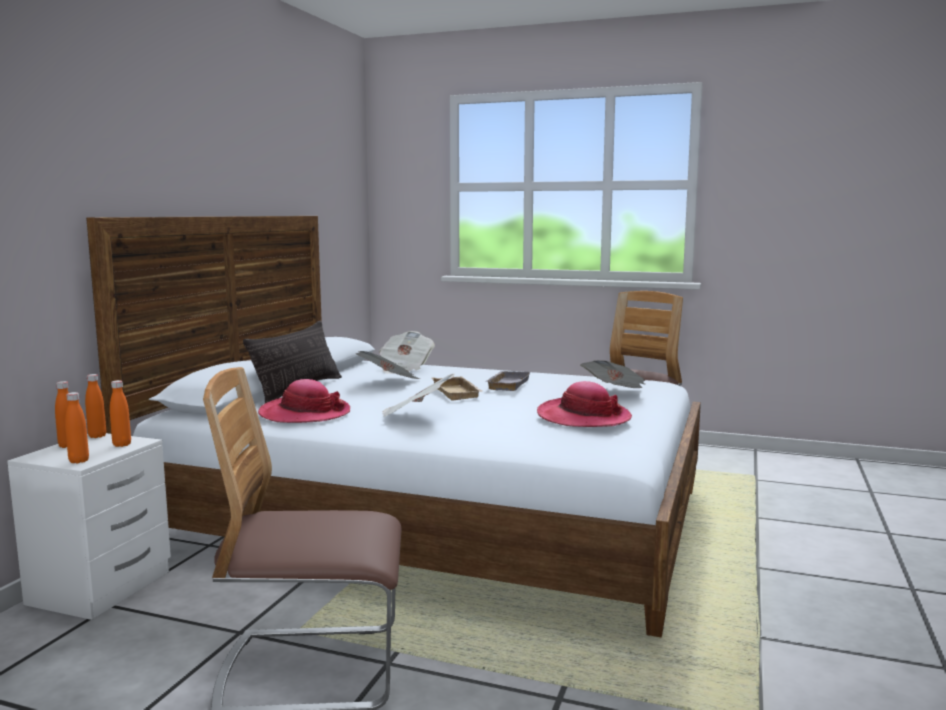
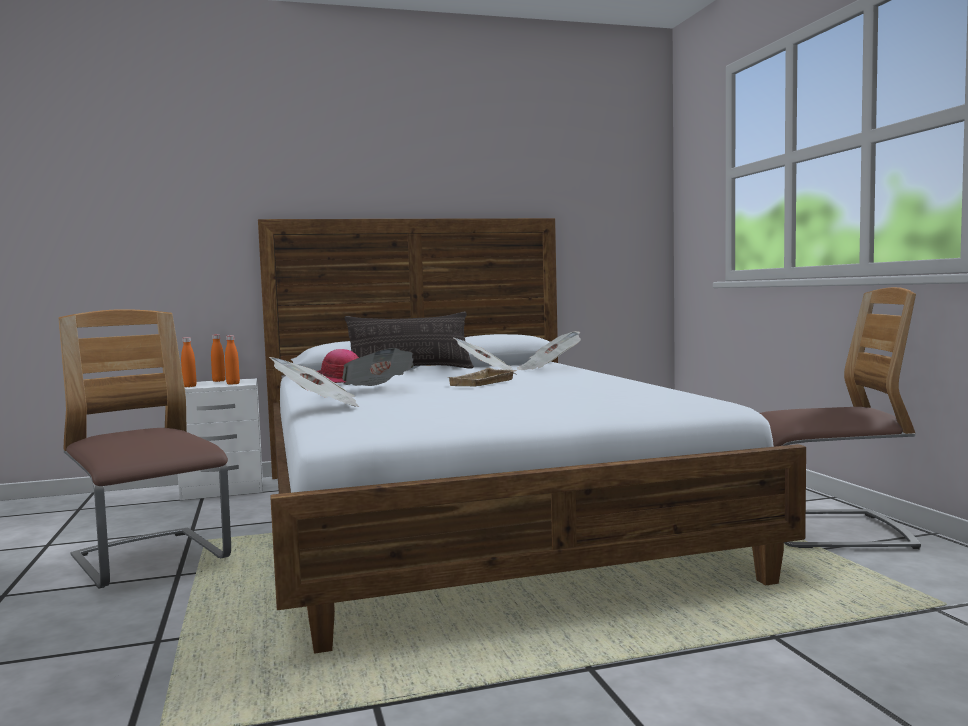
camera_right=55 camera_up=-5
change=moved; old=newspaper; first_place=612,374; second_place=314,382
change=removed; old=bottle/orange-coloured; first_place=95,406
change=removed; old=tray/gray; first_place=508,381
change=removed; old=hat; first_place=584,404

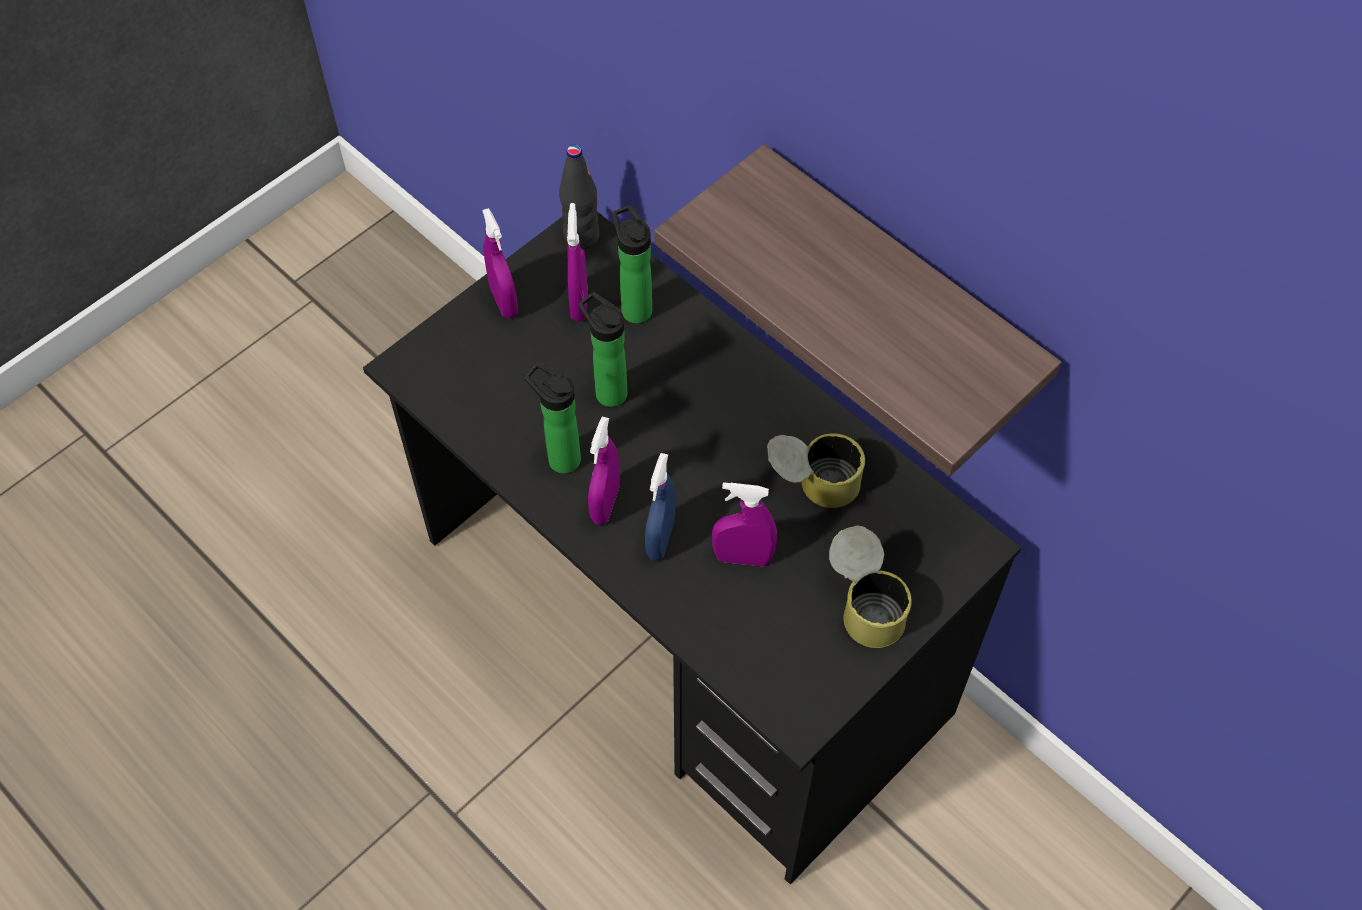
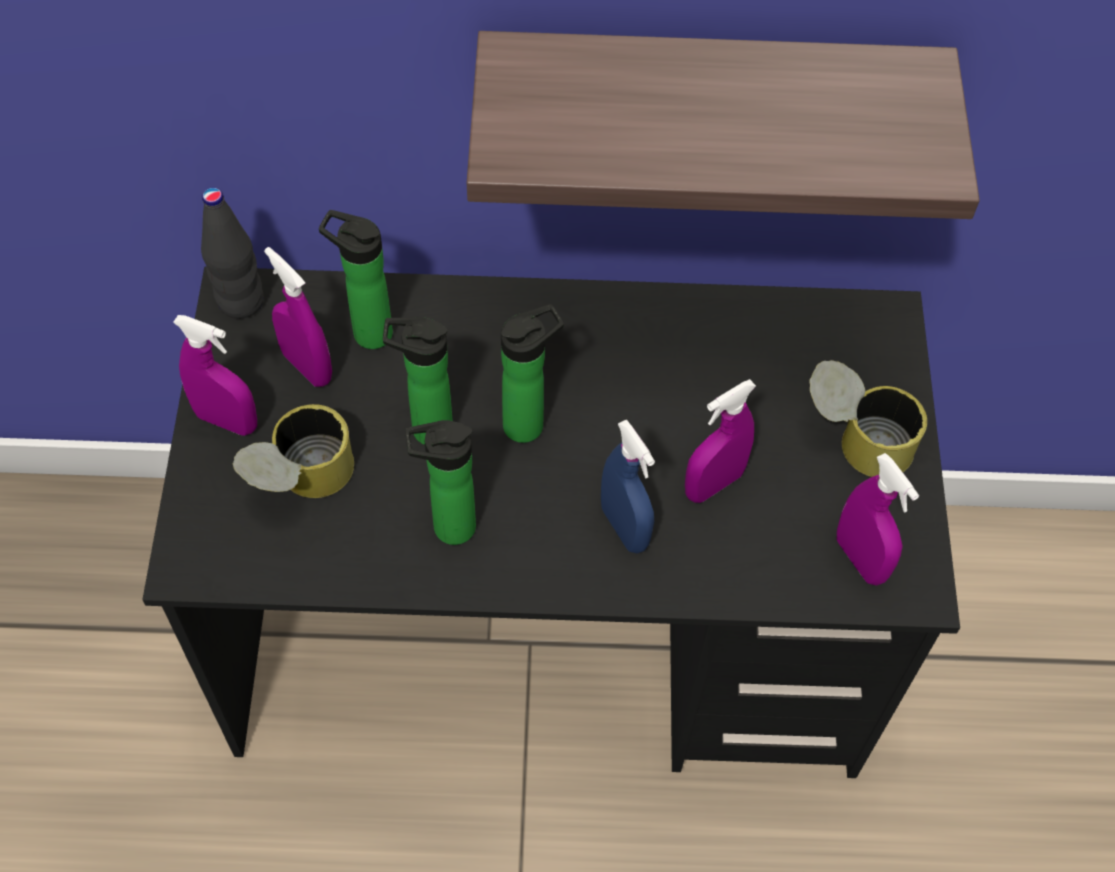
camera_right=-45 camera_up=0
change=moved; old=metal can; first_place=816,471; second_place=293,451
change=added; new=bottle; second_place=532,373
change=moved; old=sprayer/purple; first_place=604,471; second_place=878,519

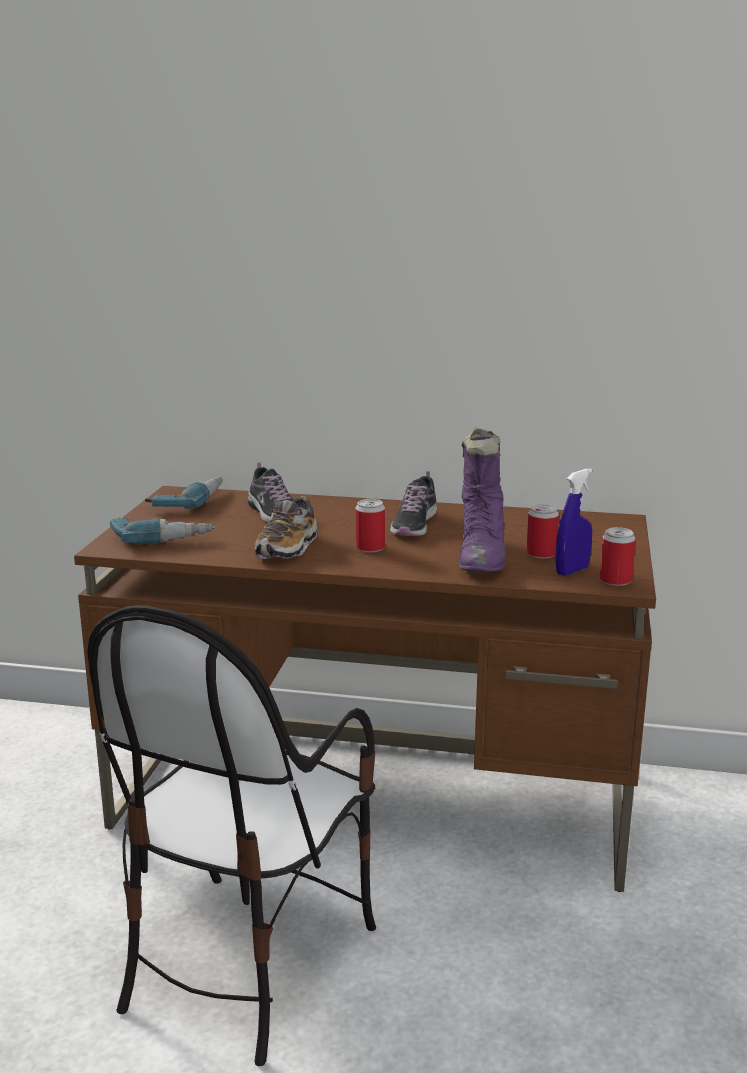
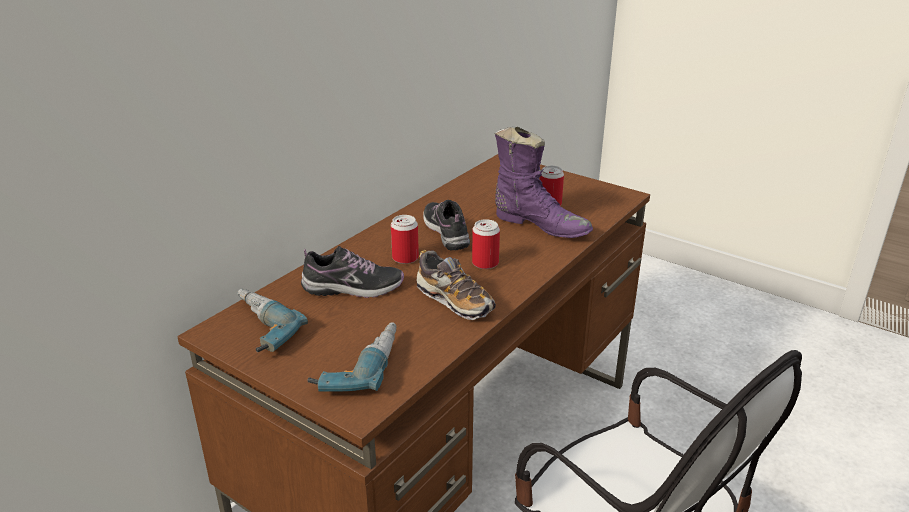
camera_right=-65 camera_up=10
change=moved; old=metal can; first_place=618,556; second_place=405,239
change=turned; old=item of footwear; first_place=413,503; second_place=446,225; degrees=-150
change=removed; old=sprayer/blue-coloured; first_place=574,522

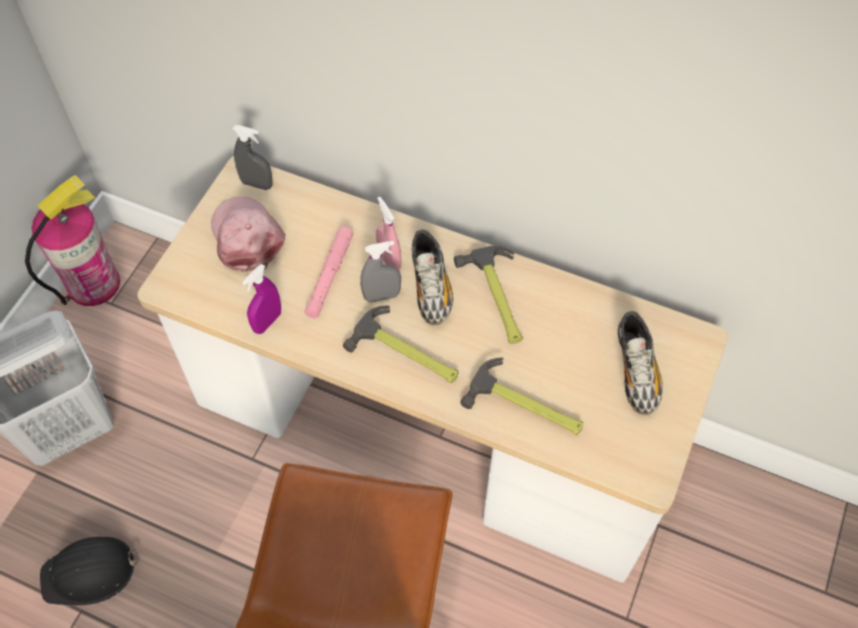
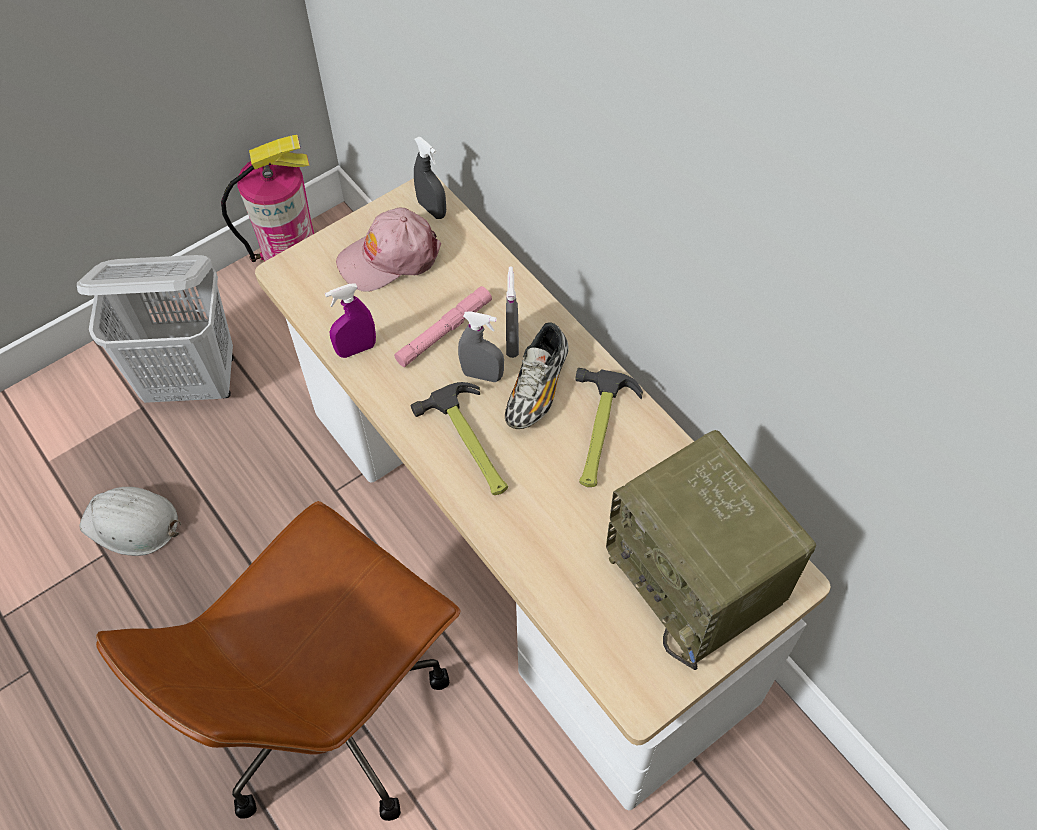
camera_right=30 camera_up=0
change=recoloured; old=safety helmet/black-coloured; new=safety helmet/whitish; first_place=89,571; second_place=130,521
change=turned; old=cap/pinkish; first_place=248,234; second_place=388,250; degrees=-120
change=recoloured; old=sprayer/pinkish; new=sprayer/gray; first_place=388,234; second_place=512,312
change=replaced; old=item of footwear; new=radio set; first_place=640,363; second_place=711,550
change=removed; old=tool hammer; first_place=521,396

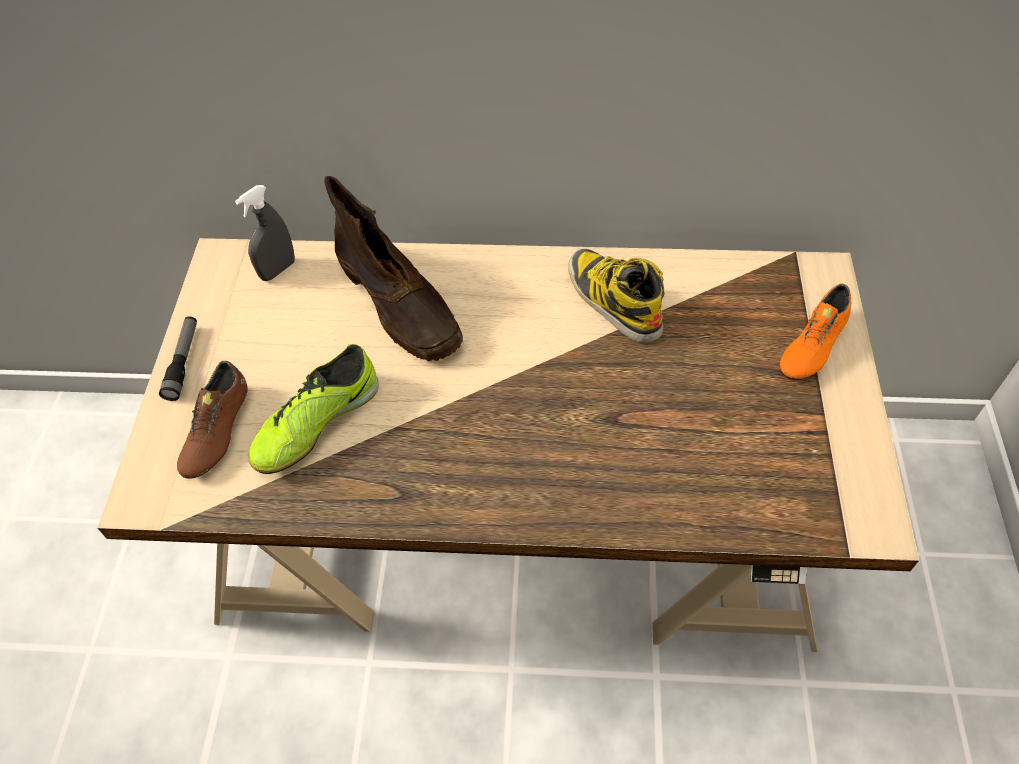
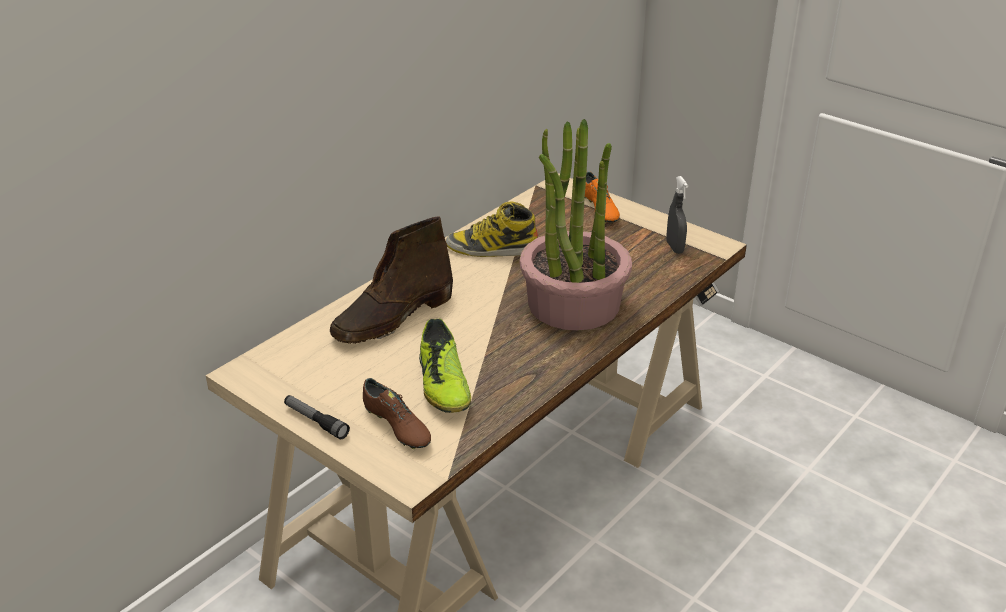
camera_right=-55 camera_up=-20
change=turned; old=high-top boot/brown-coloured; first_place=393,268; second_place=391,280; degrees=135
change=added; new=plant in a pot; second_place=576,225
change=moved; old=sprayer/gray; first_place=265,233; second_place=677,215

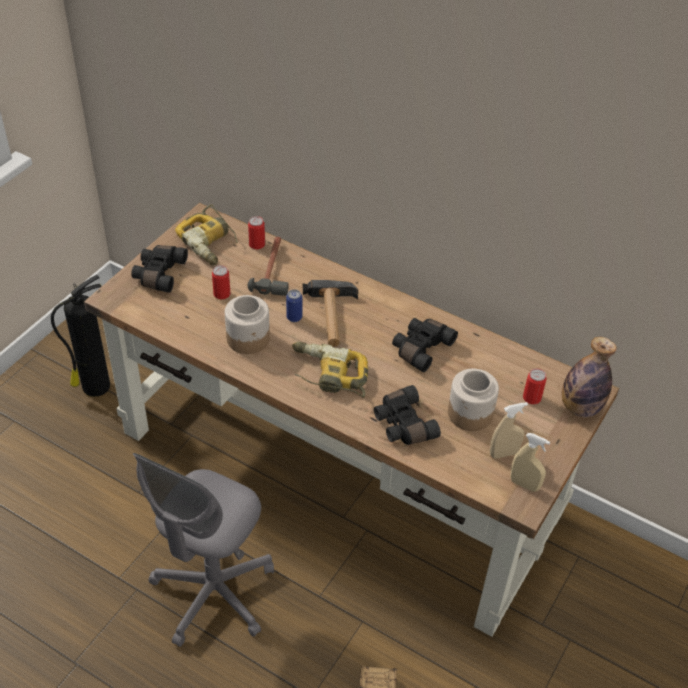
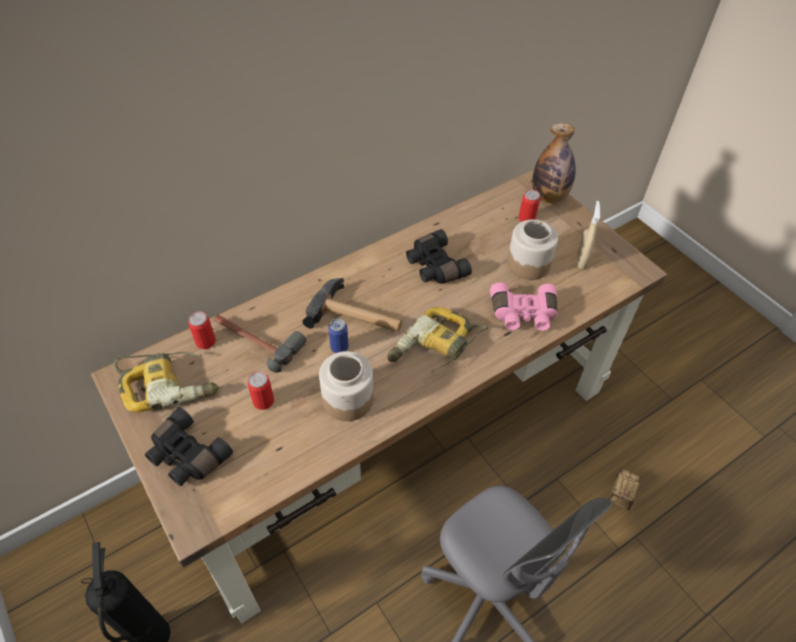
camera_right=-65 camera_up=5
change=recoloured; old=field glasses/black-coloured; new=field glasses/pinkish; first_place=407,415; second_place=523,307
change=removed; old=sprayer/sand-coloured; first_place=530,462

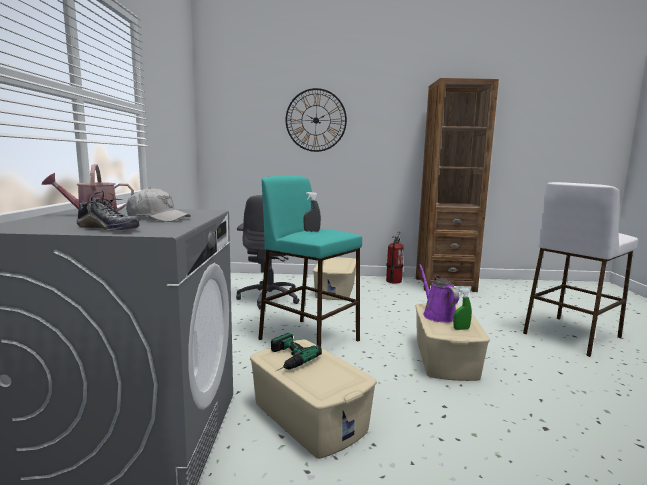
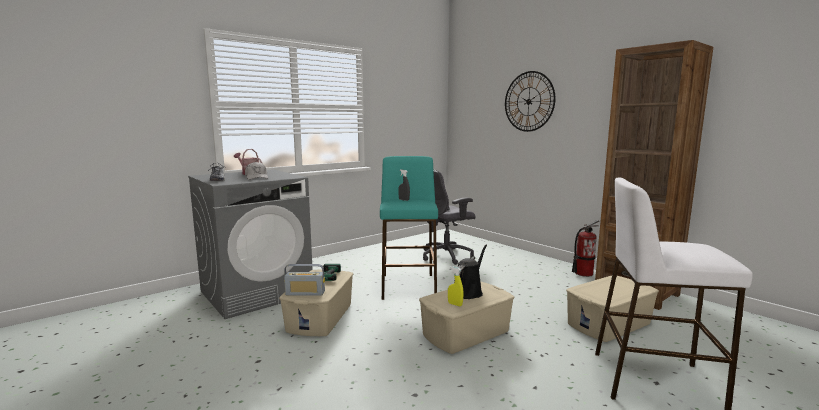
camera_right=50 camera_up=0
change=added; new=radio set; second_place=304,280
change=recoloured; old=sprayer/green-coloured; new=sprayer/yellow; first_place=463,309; second_place=455,286
change=recoloured; old=watering pot/purple; new=watering pot/black-coloured; first_place=439,293; second_place=470,271
change=moved; old=storage container/sand-coloured; first_place=334,278; second_place=612,309

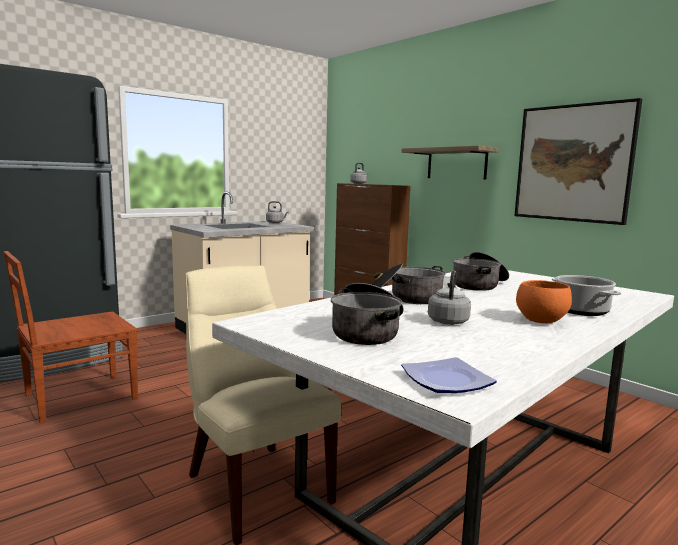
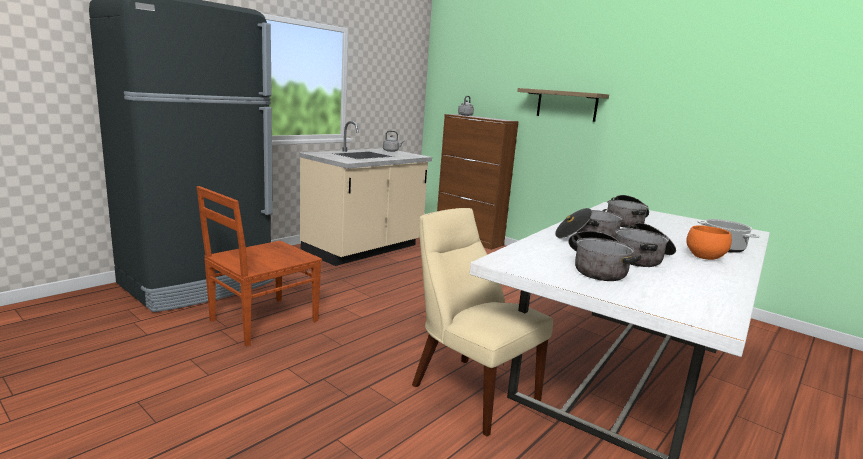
camera_right=-10 camera_up=5
change=replaced; old=water kettle/gray; new=stockpot; first_place=449,297; second_place=645,245
change=removed; old=dinner plate; first_place=449,375
change=removed; old=picture; first_place=578,161

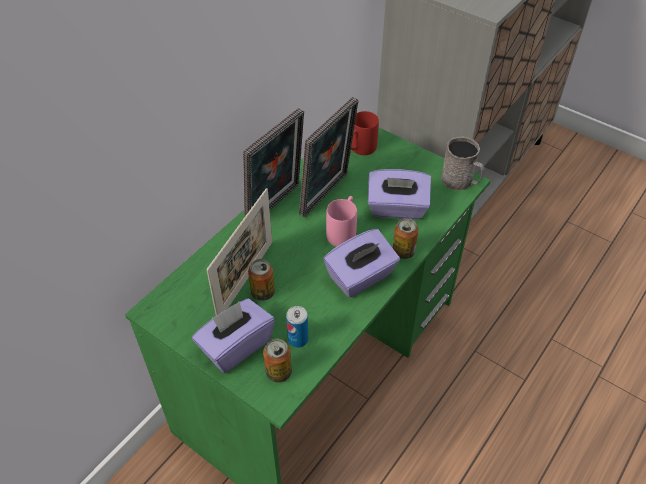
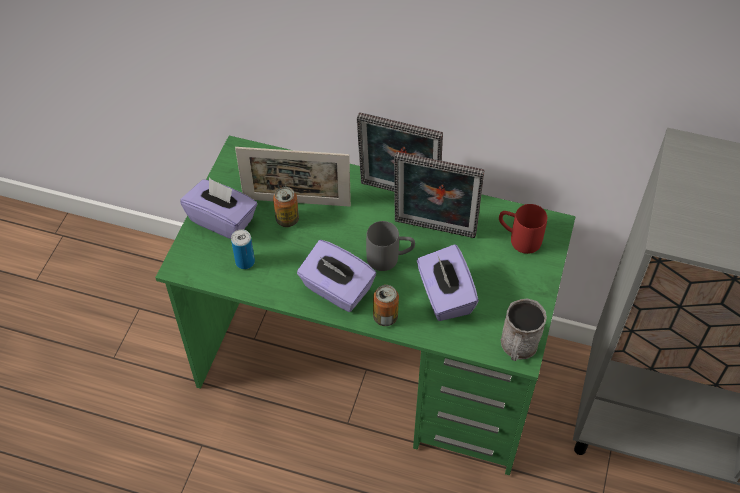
camera_right=70 camera_up=5
change=recoloured; old=coffee mug/pinkish; new=coffee mug/gray; first_place=341,221; second_place=390,246
change=removed; old=metal can; first_place=277,361

